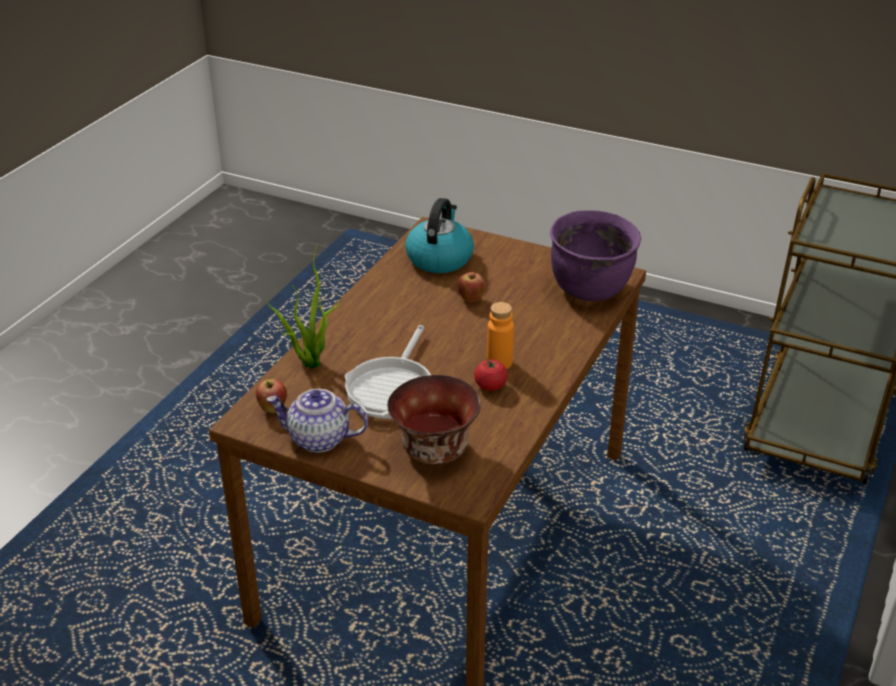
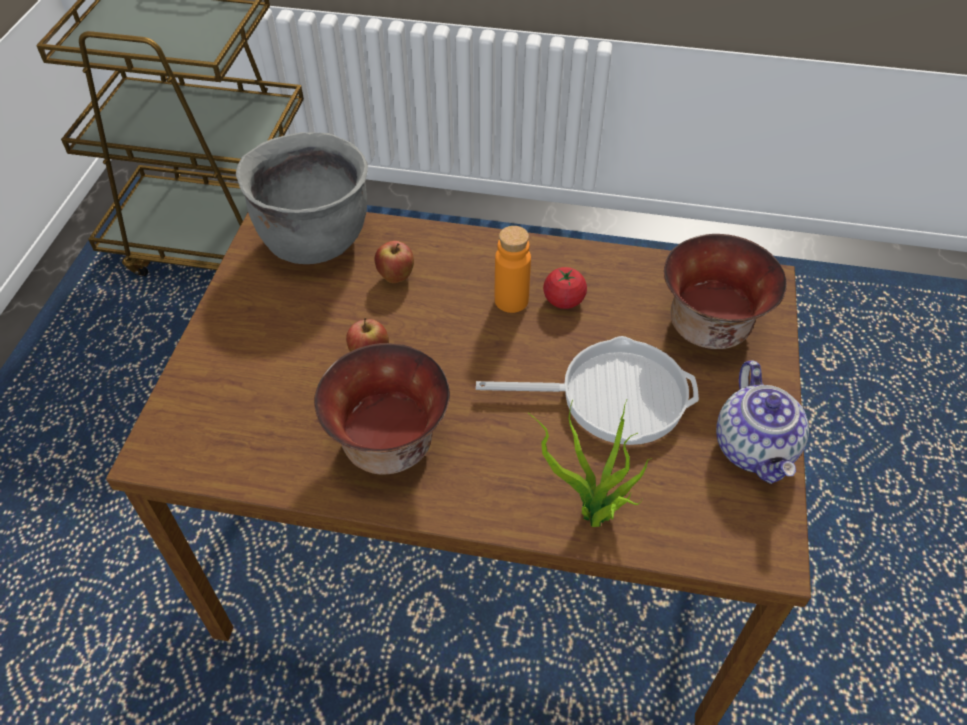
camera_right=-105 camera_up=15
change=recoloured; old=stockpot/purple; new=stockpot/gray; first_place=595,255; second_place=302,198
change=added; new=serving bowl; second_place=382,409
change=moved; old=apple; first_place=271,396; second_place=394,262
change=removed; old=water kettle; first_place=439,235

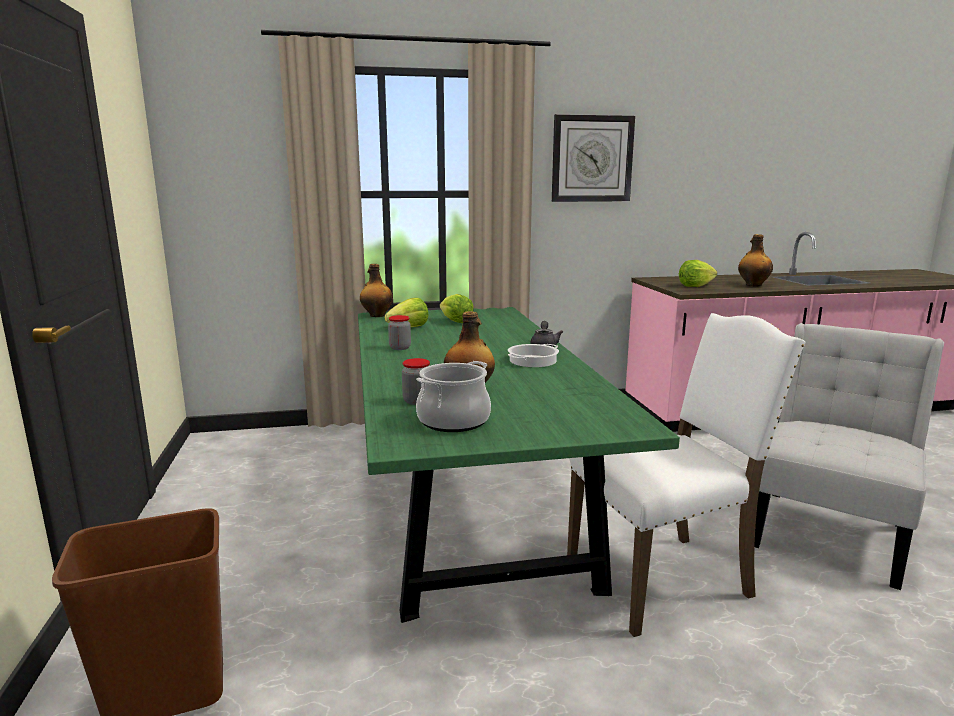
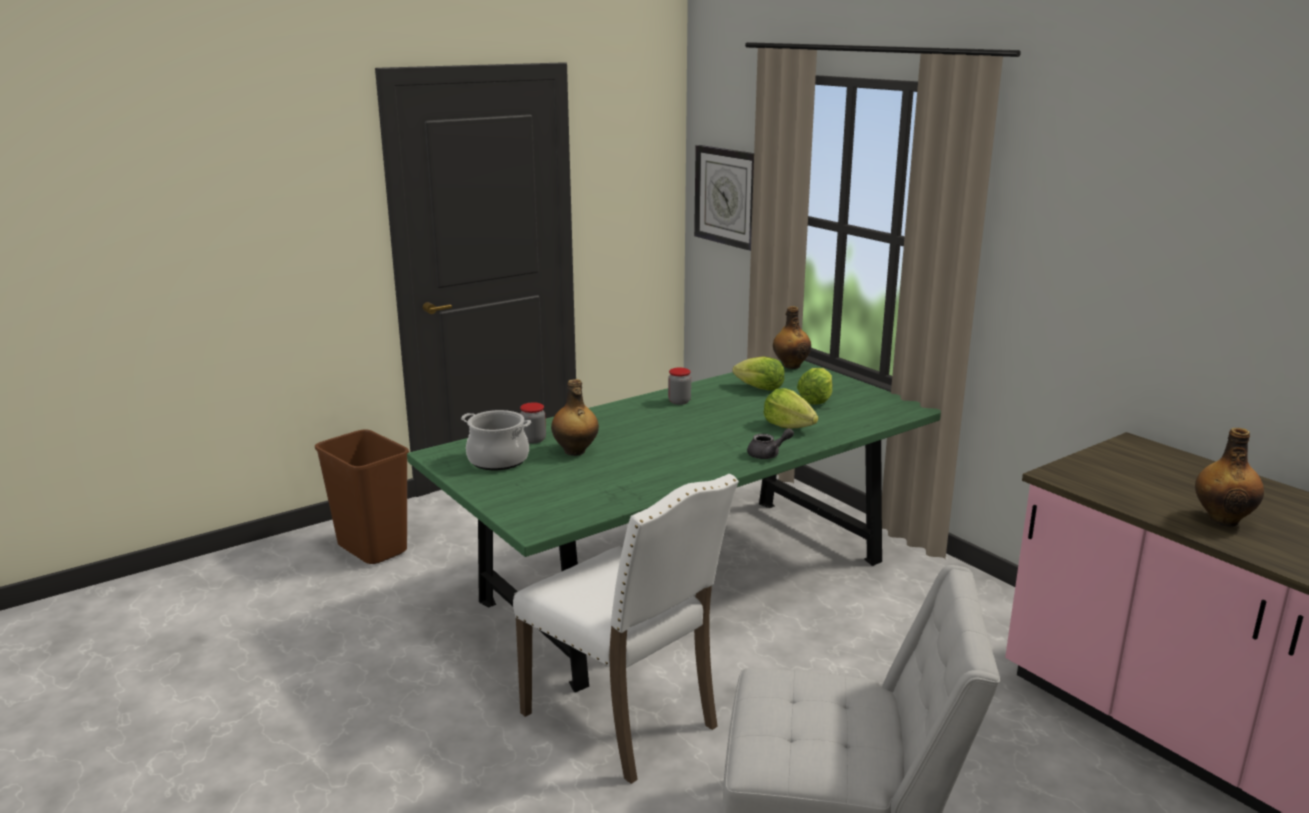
camera_right=65 camera_up=5
change=moved; old=wall clock; first_place=593,158; second_place=724,198
change=moved; old=head of lettuce; first_place=698,273; second_place=790,408
change=removed; old=stockpot; first_place=533,355

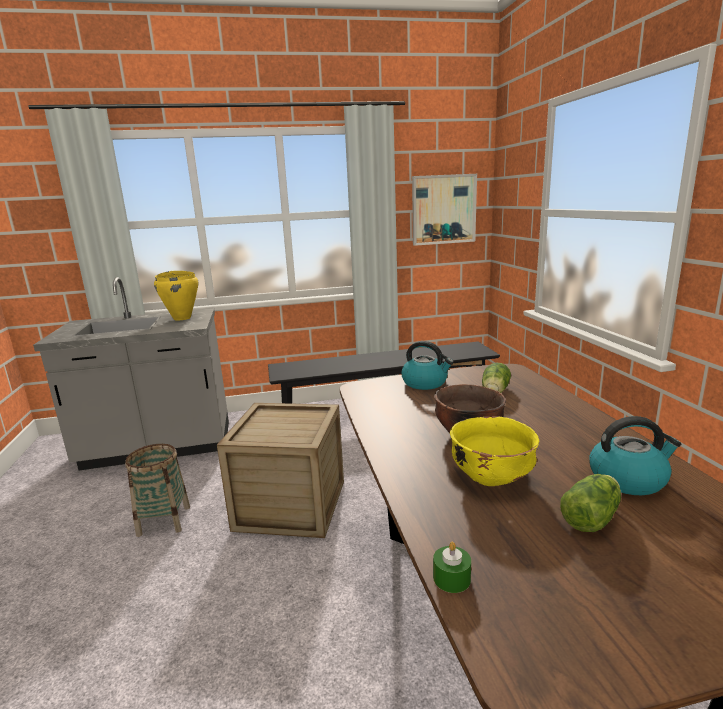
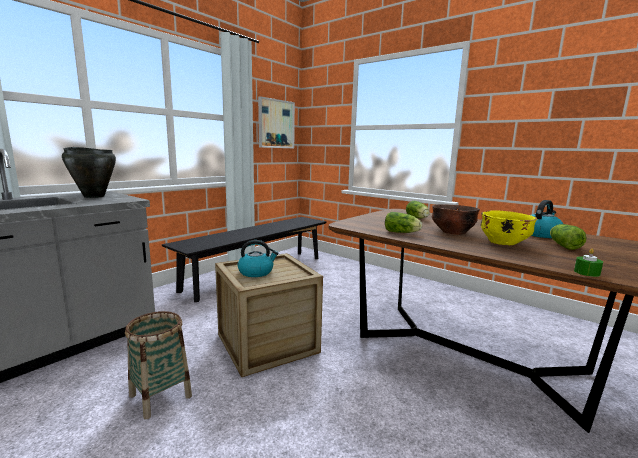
camera_right=-40 camera_up=-5
change=recoloured; old=stockpot/yellow; new=stockpot/black-coloured; first_place=176,295; second_place=89,172
change=moved; old=water kettle; first_place=427,365; second_place=258,258
change=added; new=head of lettuce; second_place=403,222

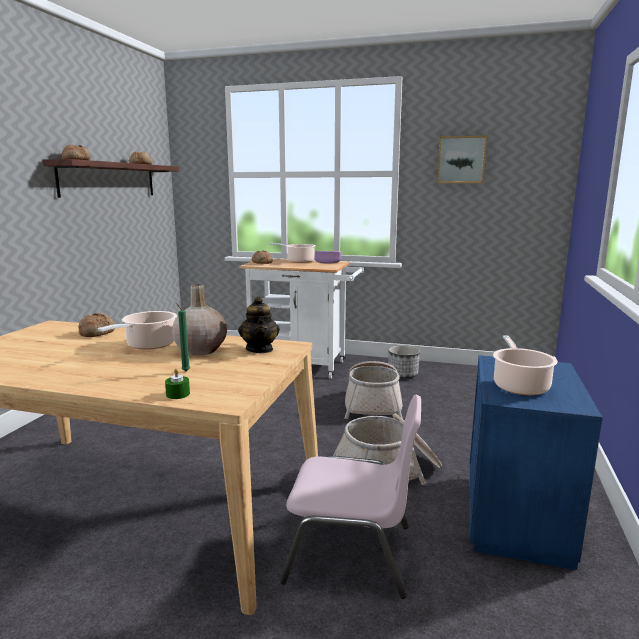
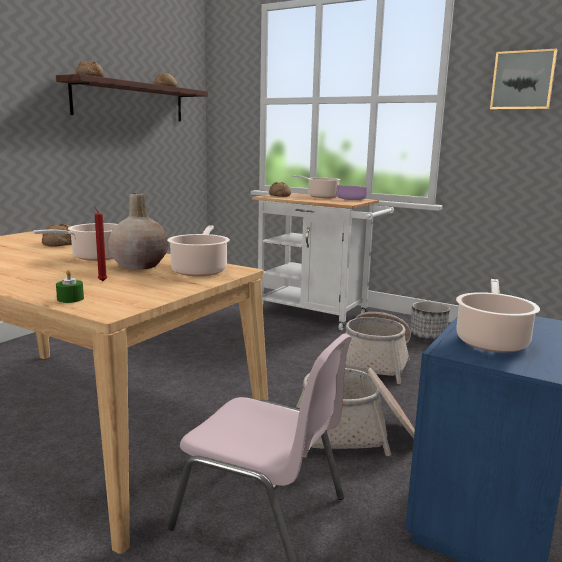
camera_right=15 camera_up=0
change=recoloured; old=wax light/green-coloured; new=wax light/reddish; first_place=183,337; second_place=100,243
change=replaced; old=tea pot; new=stockpot; first_place=259,324; second_place=198,251

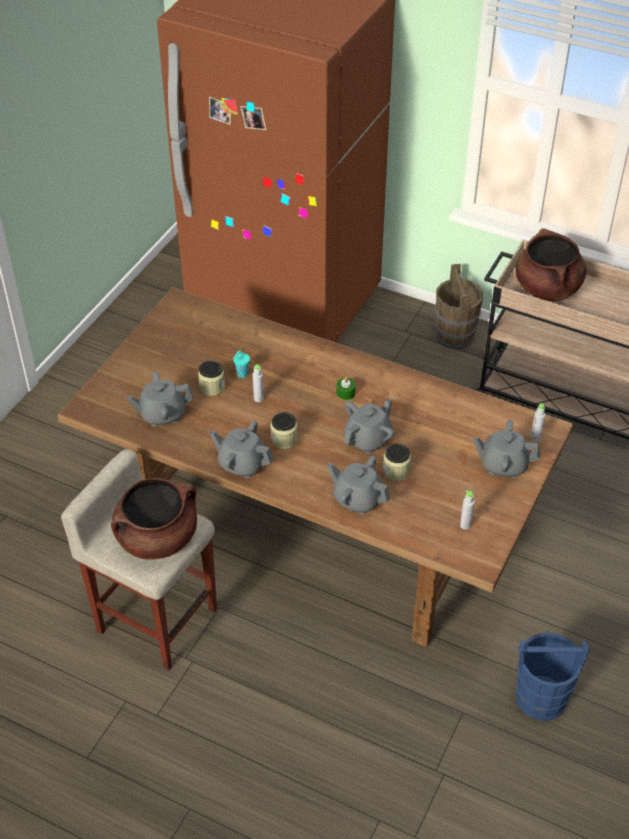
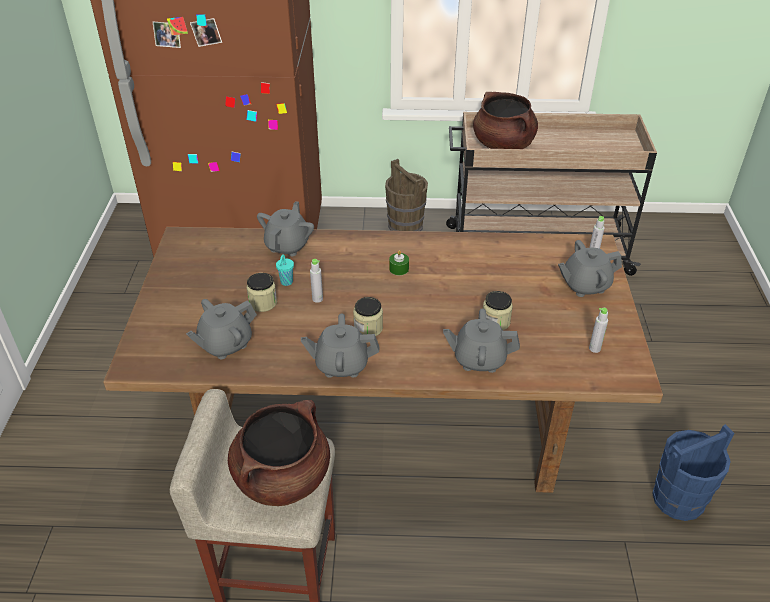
camera_right=-25 camera_up=-5
change=moved; old=tea pot/gray; first_place=369,426; second_place=285,228

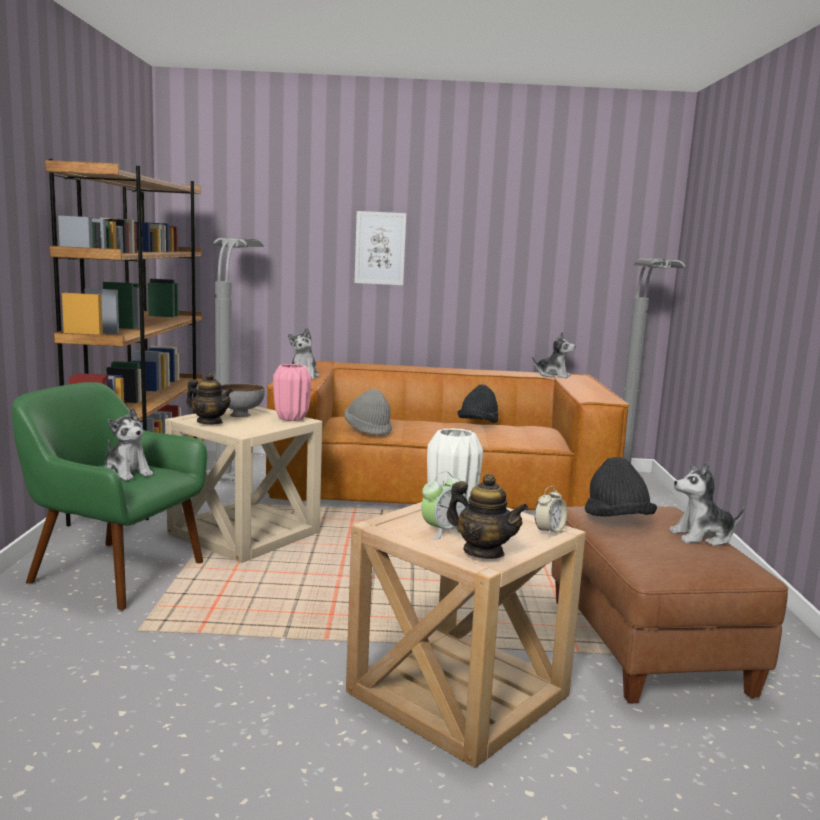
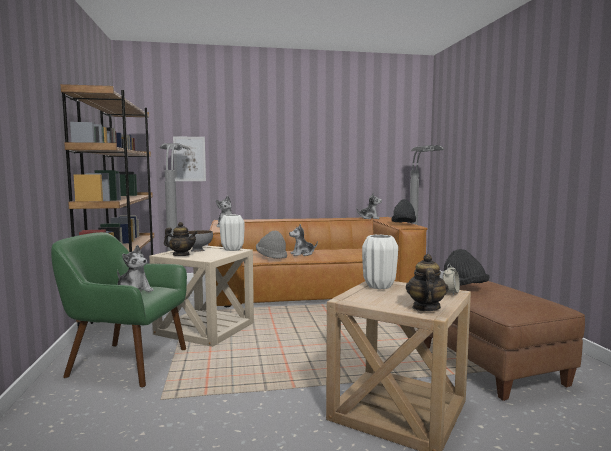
camera_right=-10 camera_up=-5
change=moved; old=picture; first_place=380,248; second_place=189,158
change=recoloured; old=decorative vase/pinkish; new=decorative vase/whitish; first_place=292,392; second_place=232,233
change=moved; old=plush toy; first_place=707,504; second_place=303,240
change=moved; old=hat/black-coloured; first_place=478,403; second_place=403,211
change=turned; old=tea pot; first_place=487,516; second_place=427,282; degrees=-105
change=removed; old=alarm clock; first_place=443,505

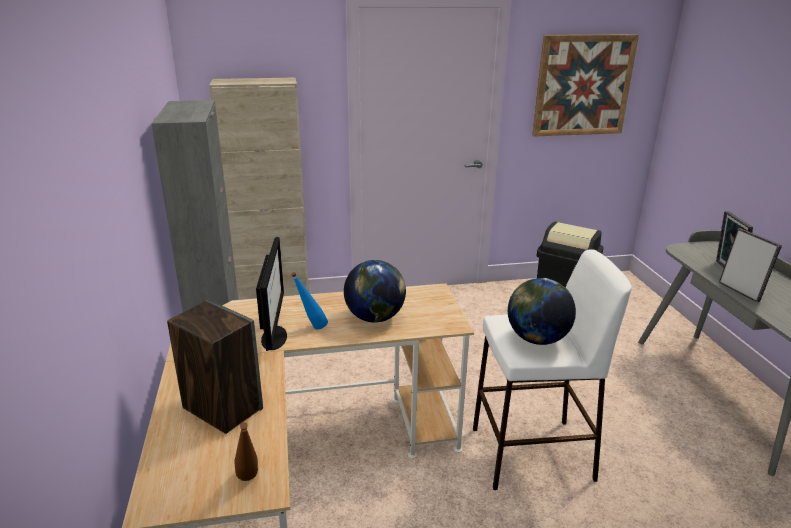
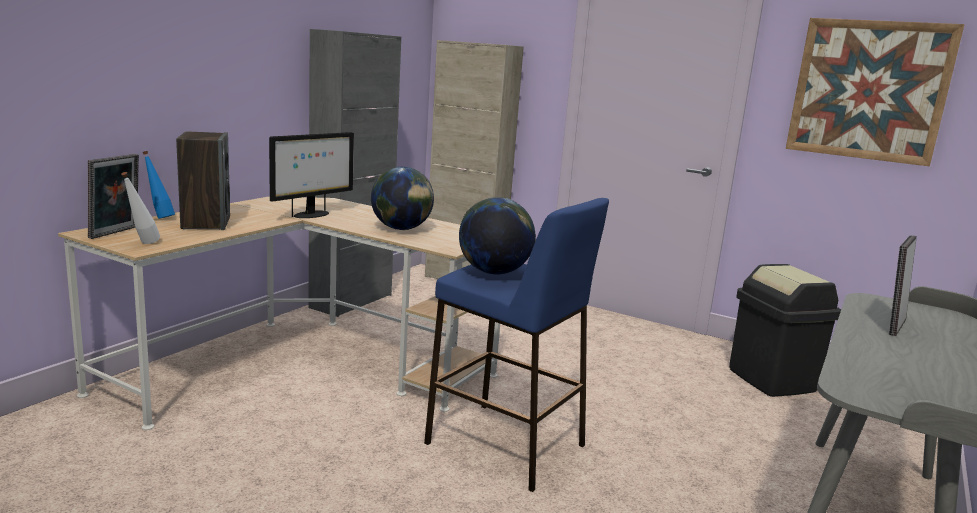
camera_right=40 camera_up=-10
change=moved; old=standing frame; first_place=750,265; second_place=113,196
change=recoloured; old=bottle/brown-coloured; new=bottle/whitish; first_place=246,451; second_place=140,208
change=moved; old=bottle/blue-coloured; first_place=309,301; second_place=159,185
change=recoloured; old=stool/whitish; new=stool/blue-coloured; first_place=552,369; second_place=516,345

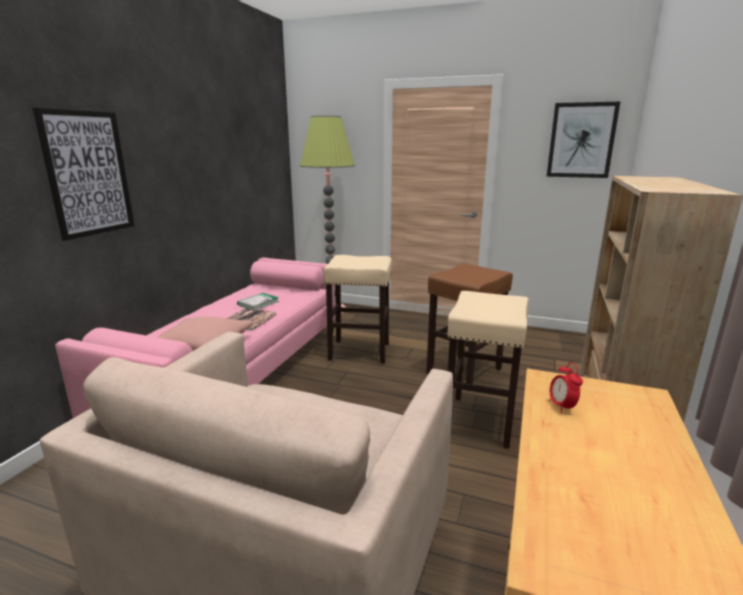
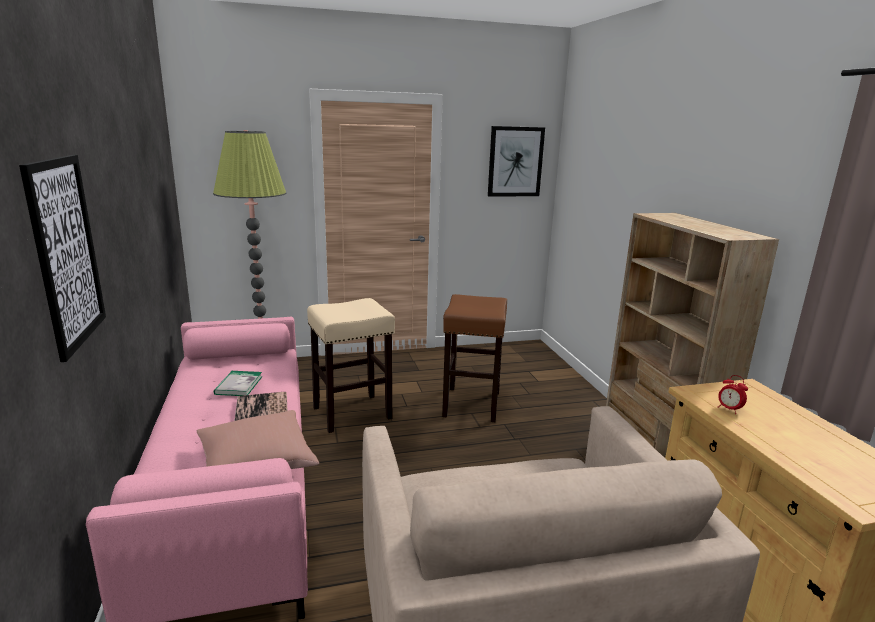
camera_right=-35 camera_up=0
change=removed; old=stool/sand-coloured; first_place=488,370

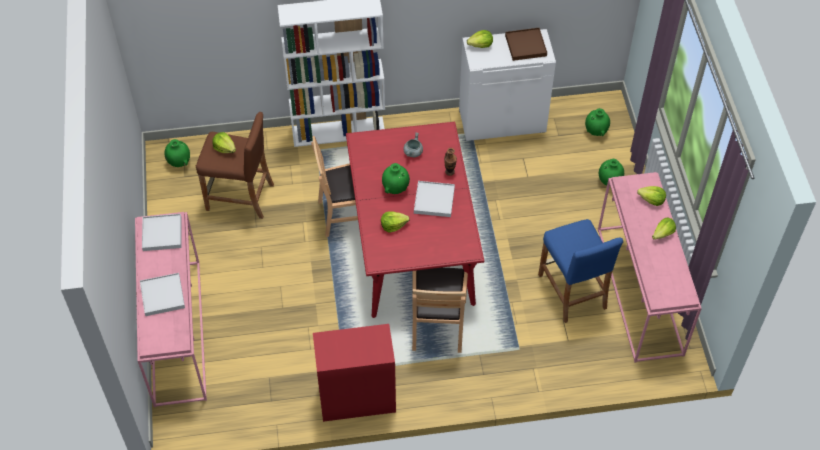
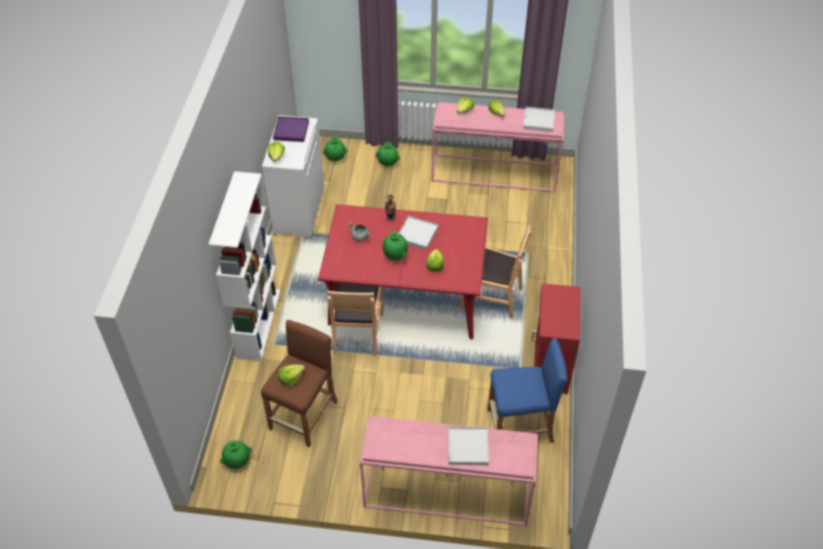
camera_right=-75 camera_up=-5
change=recoloured; old=tray/brown-coloured; new=tray/purple; first_place=526,44; second_place=291,129
change=moved; old=stool/blue-coloured; first_place=580,271; second_place=527,390
change=moved; old=tray/whitish; first_place=161,232; second_place=539,119

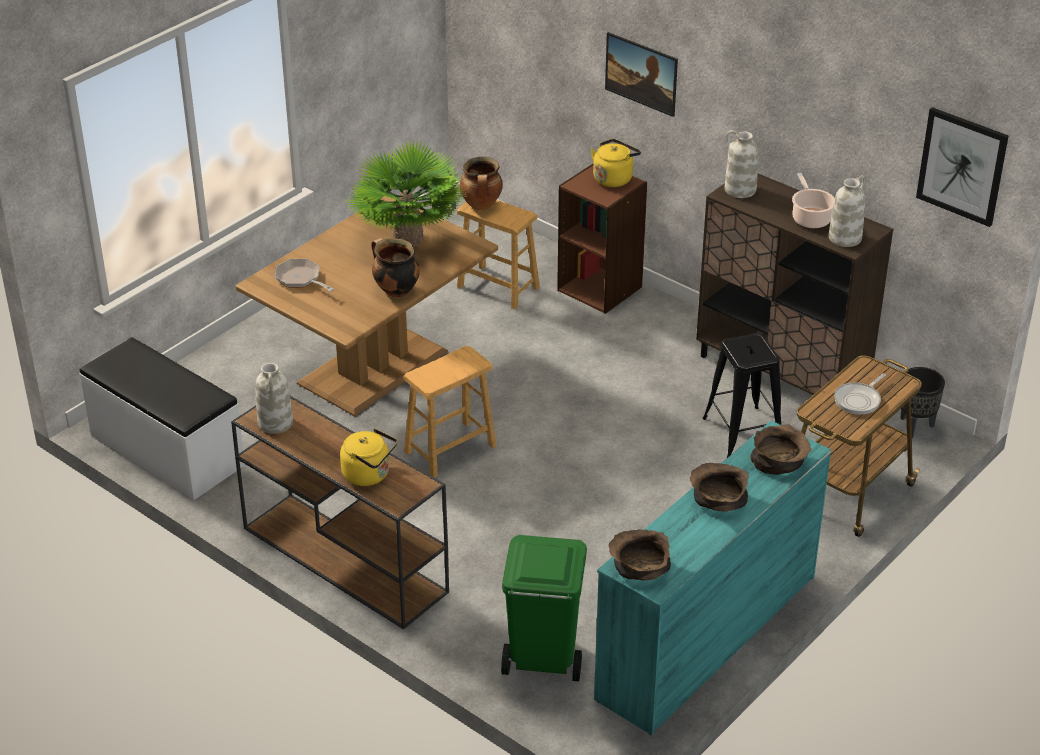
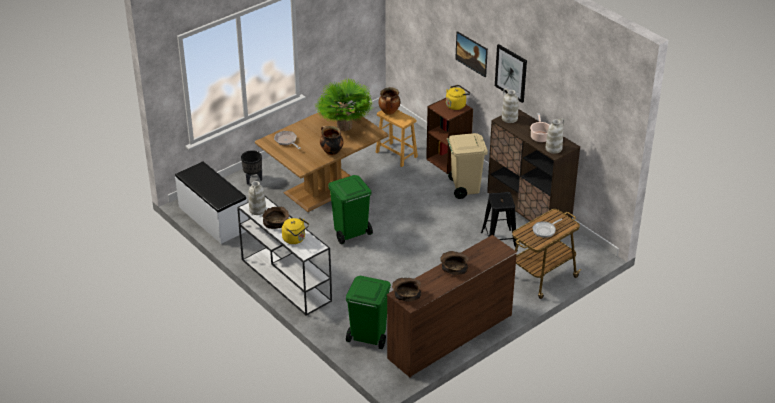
camera_right=10 camera_up=0
change=recoloured; old=hall table/brown-coloured; new=hall table/whitish; first_place=340,512; second_place=284,256
change=moved; old=plant pot/black-coloured; first_place=922,402; second_place=251,167
change=moved; old=serving bowl/brown-coloured; first_place=780,449; second_place=275,217
change=replaced; old=stool/brown-coloured; new=rubbish bin/green-coloured; first_place=450,412; second_place=350,209
change=recoloured; old=dresser/turquoise-coloured; new=dresser/brown-coloured; first_place=712,577; second_place=452,306
change=added; new=rubbish bin/sand-coloured; second_place=467,166
change=moved; old=picture; first_place=962,167; second_place=511,73

